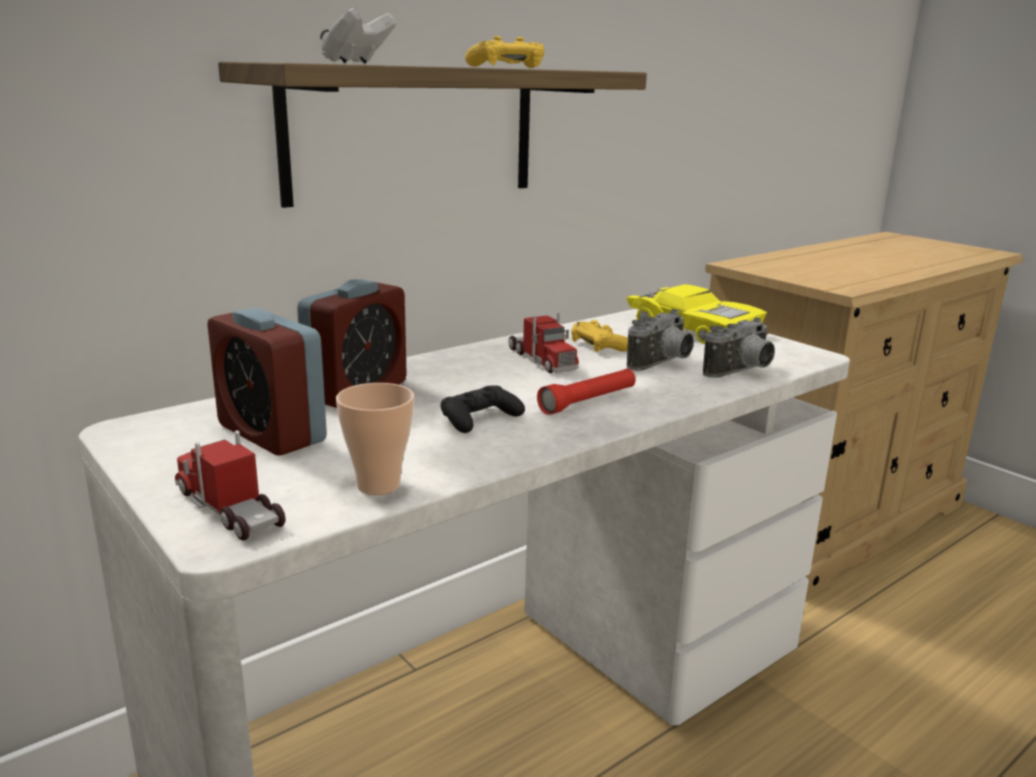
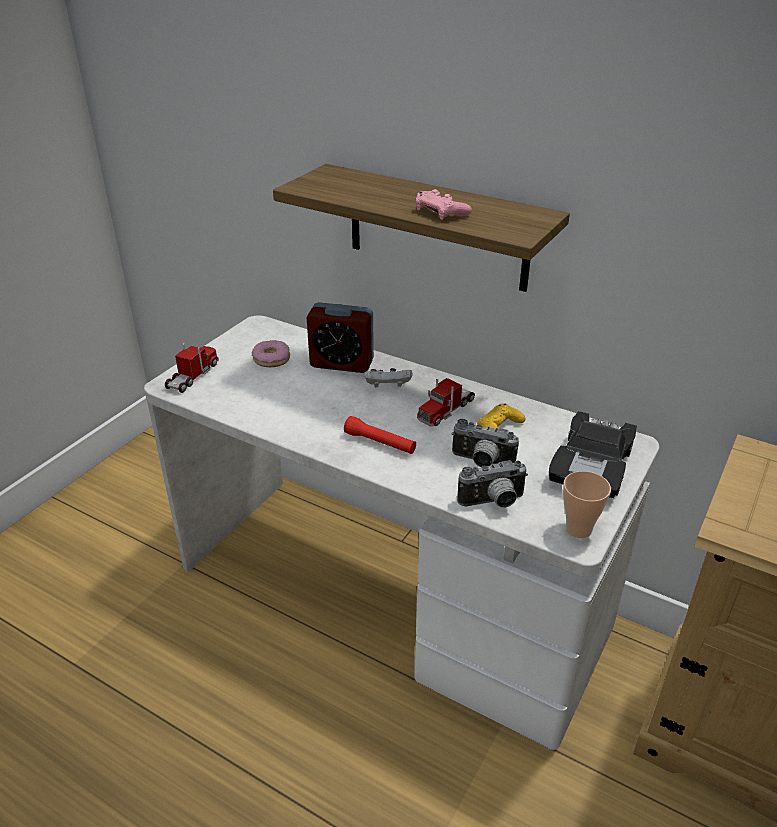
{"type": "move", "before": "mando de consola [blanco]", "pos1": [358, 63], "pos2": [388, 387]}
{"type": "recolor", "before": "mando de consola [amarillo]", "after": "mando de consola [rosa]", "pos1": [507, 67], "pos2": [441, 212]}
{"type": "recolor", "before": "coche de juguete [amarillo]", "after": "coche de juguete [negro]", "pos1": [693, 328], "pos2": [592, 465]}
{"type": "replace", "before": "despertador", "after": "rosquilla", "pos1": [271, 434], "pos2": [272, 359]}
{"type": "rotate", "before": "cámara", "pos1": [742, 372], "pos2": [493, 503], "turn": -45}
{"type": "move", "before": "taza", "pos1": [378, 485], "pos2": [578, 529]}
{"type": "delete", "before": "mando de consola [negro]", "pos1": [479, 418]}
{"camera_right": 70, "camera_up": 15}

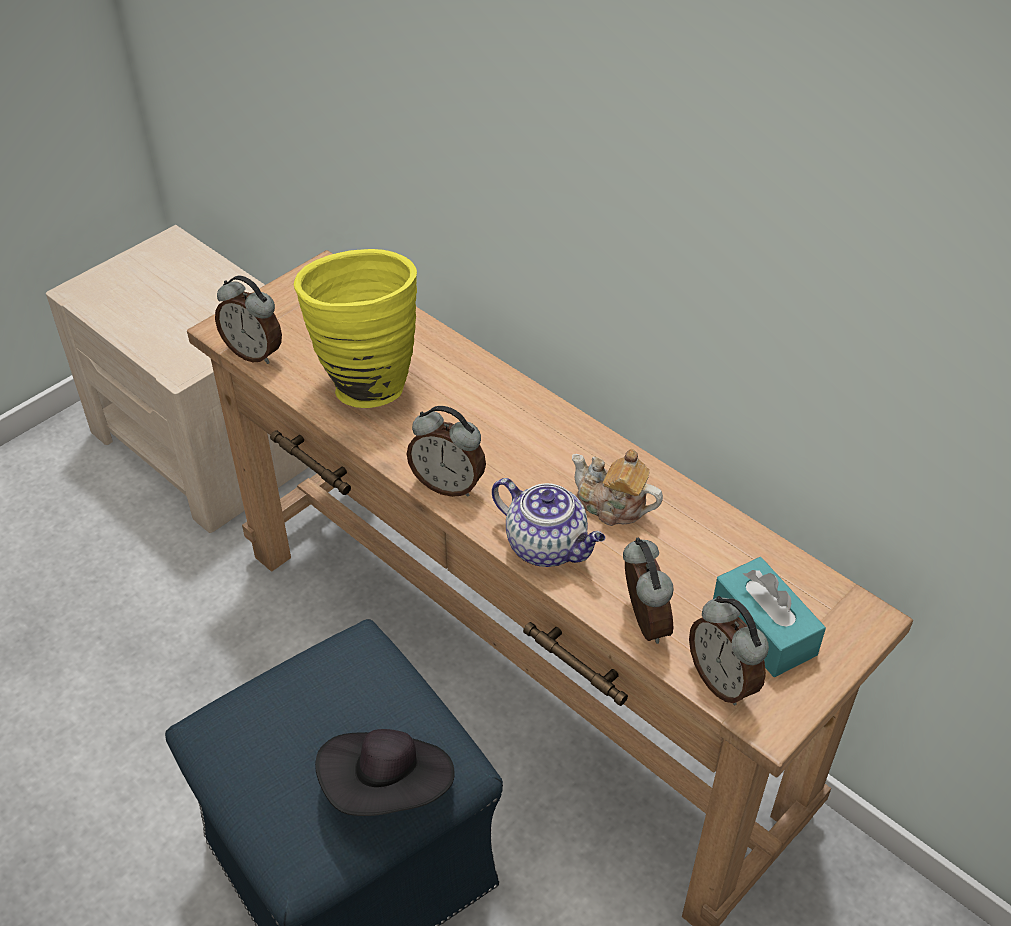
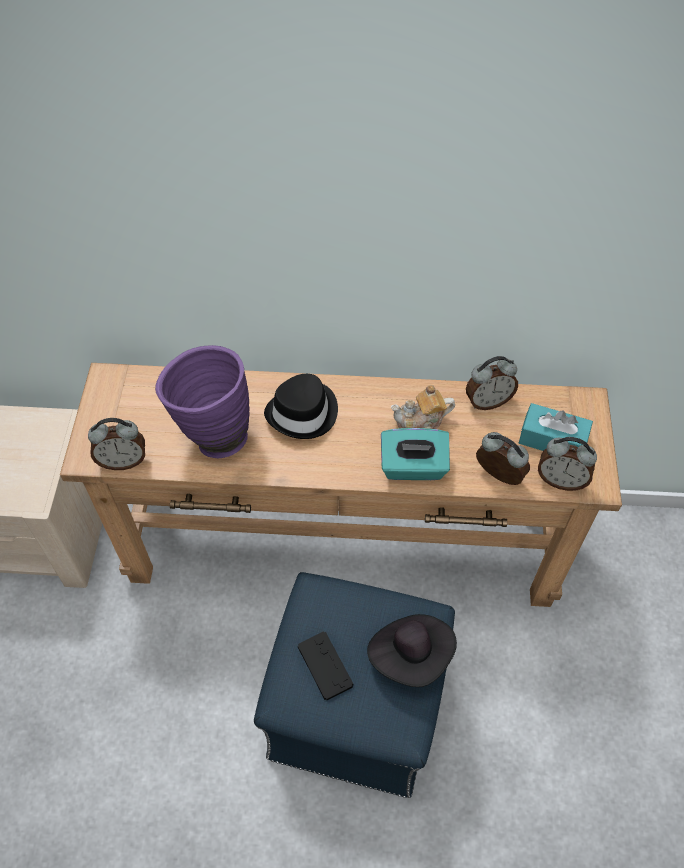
{"type": "recolor", "before": "florero [amarillo]", "after": "florero [morado]", "pos1": [364, 381], "pos2": [212, 436]}
{"type": "move", "before": "despertador", "pos1": [448, 484], "pos2": [487, 401]}
{"type": "replace", "before": "tetera", "after": "caja de pañuelos [turquesa]", "pos1": [548, 547], "pos2": [413, 467]}
{"type": "insert", "after": "sombrero [negro]", "pos2": [303, 413]}
{"type": "insert", "after": "mando de consola [negro]", "pos2": [325, 666]}
{"camera_right": -40, "camera_up": 10}

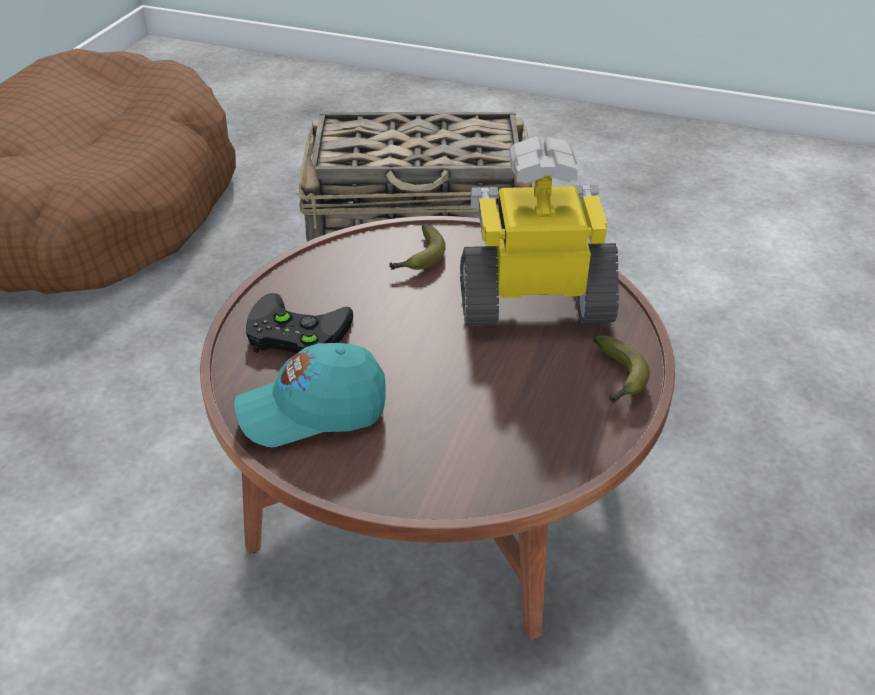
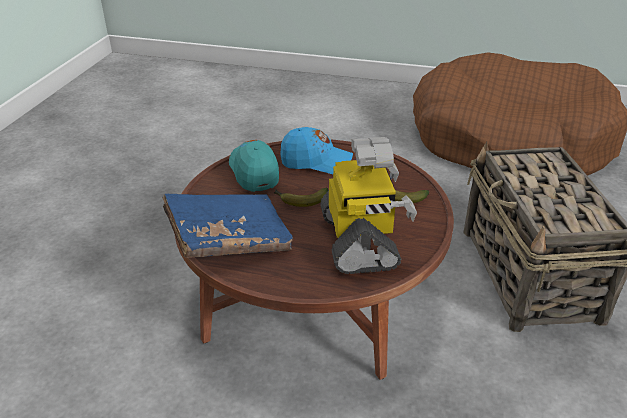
{"type": "replace", "before": "mando de consola [negro]", "after": "gorra [azul]", "pos1": [293, 334], "pos2": [316, 162]}
{"type": "move", "before": "plátano", "pos1": [618, 378], "pos2": [300, 200]}
{"type": "insert", "after": "libro [azul]", "pos2": [229, 240]}
{"camera_right": 85, "camera_up": -5}

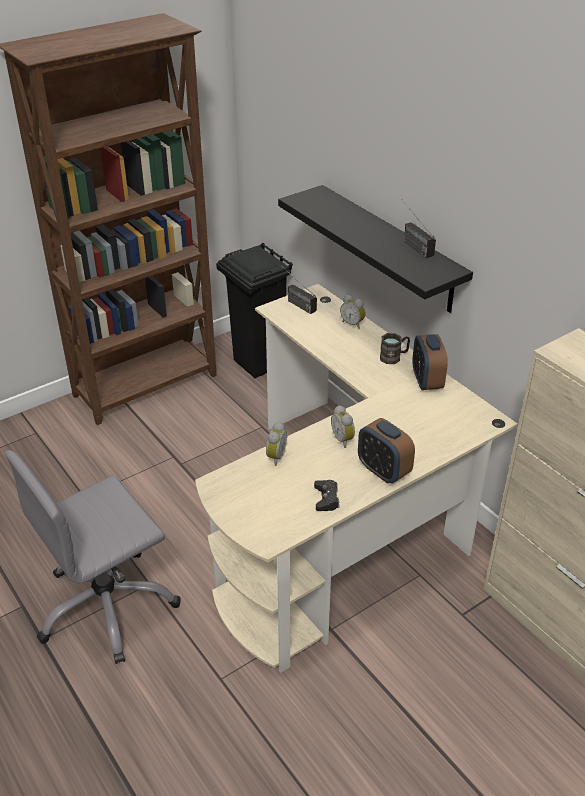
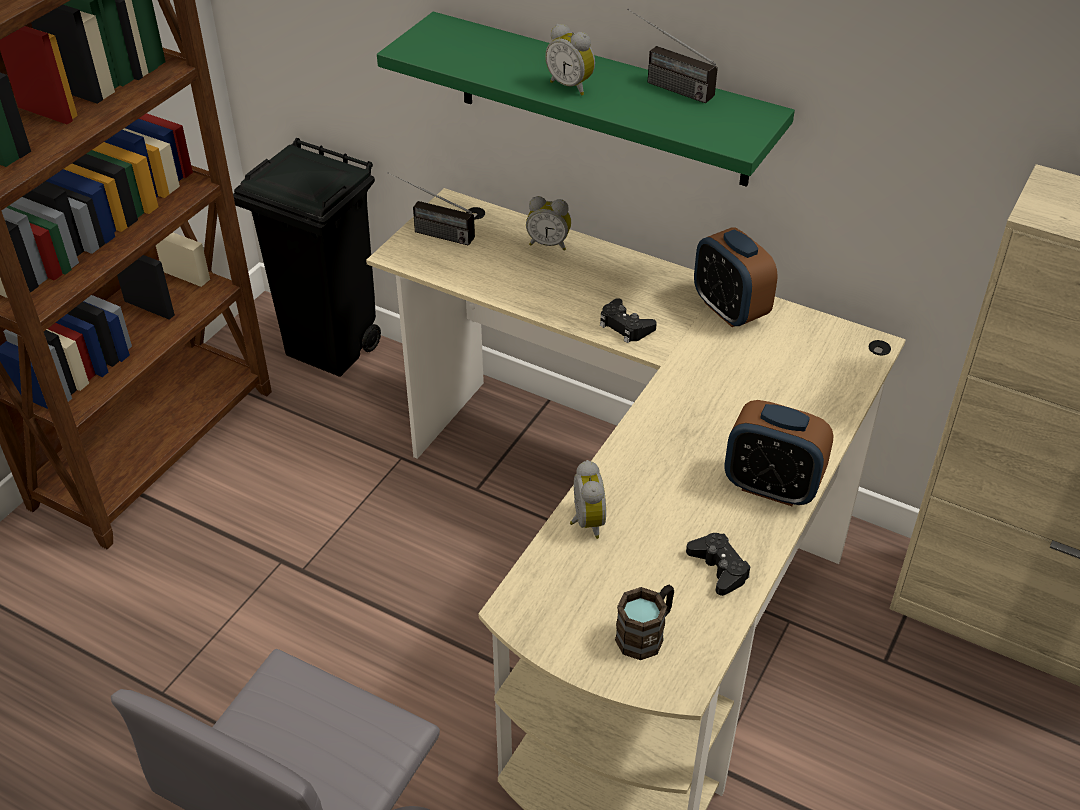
{"type": "recolor", "before": "estante [negro]", "after": "estante [verde]", "pos1": [390, 248], "pos2": [602, 100]}
{"type": "move", "before": "taza grande [marrón]", "pos1": [394, 357], "pos2": [646, 633]}
{"type": "move", "before": "despertador", "pos1": [343, 439], "pos2": [571, 86]}
{"type": "insert", "after": "mando de consola [negro]", "pos2": [625, 326]}
{"camera_right": -25, "camera_up": 5}

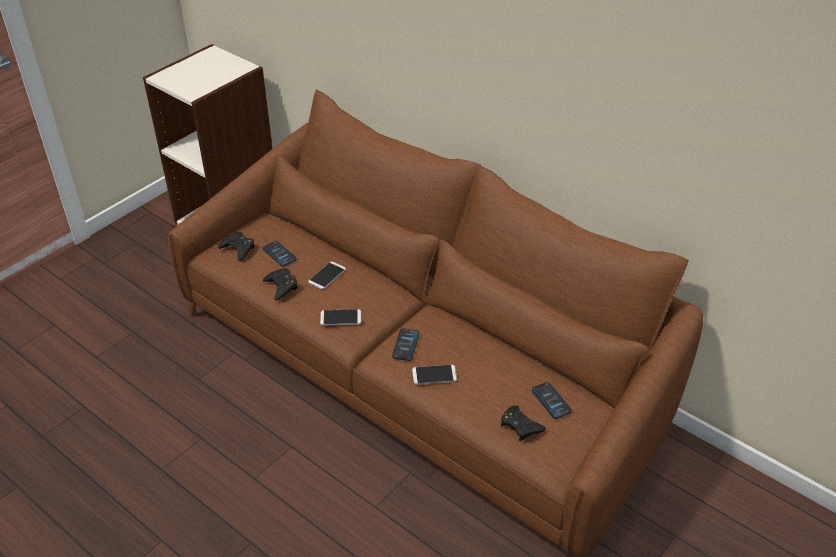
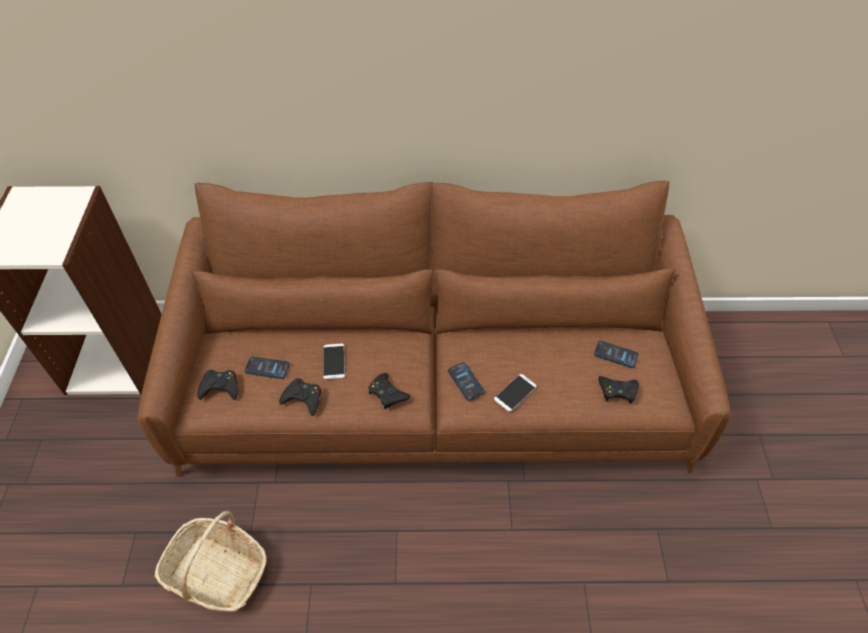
{"type": "replace", "before": "móvil", "after": "mando de consola [negro]", "pos1": [340, 318], "pos2": [387, 393]}
{"type": "insert", "after": "cesta", "pos2": [217, 571]}
{"camera_right": -40, "camera_up": 10}

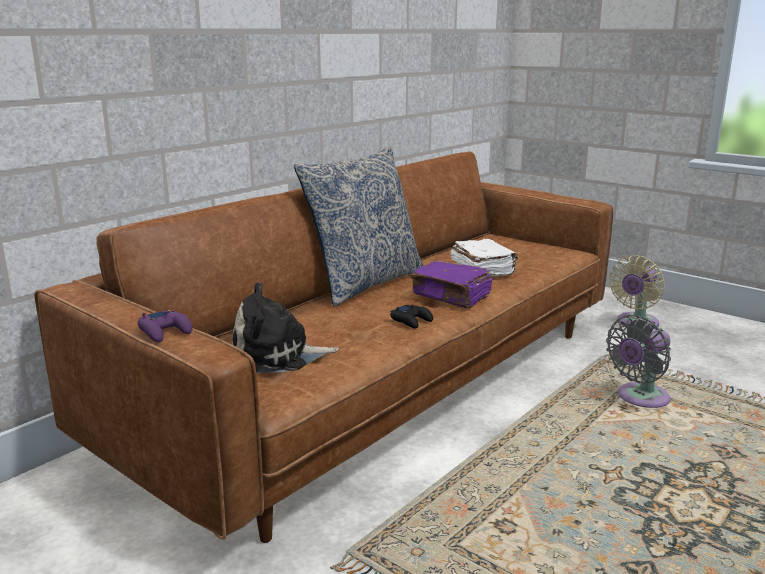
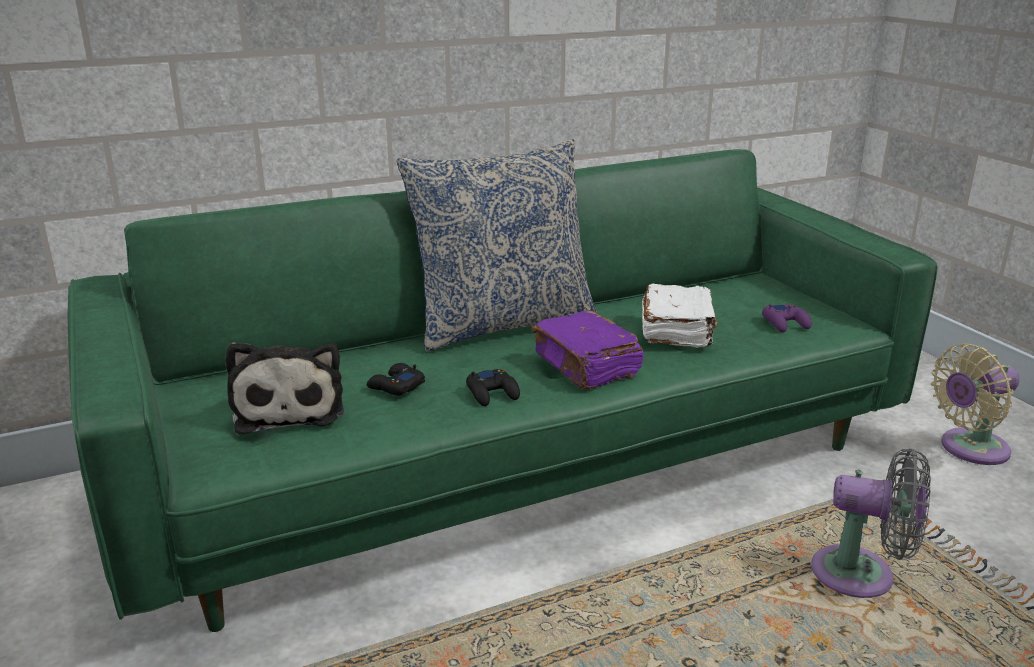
{"type": "recolor", "before": "sofá [marrón]", "after": "sofá [verde]", "pos1": [382, 385], "pos2": [517, 460]}
{"type": "rotate", "before": "peluche", "pos1": [277, 356], "pos2": [289, 408], "turn": -120}
{"type": "move", "before": "mando de consola [morado]", "pos1": [165, 331], "pos2": [785, 323]}
{"type": "rotate", "before": "ventilador [gris]", "pos1": [639, 398], "pos2": [861, 575], "turn": -150}
{"type": "insert", "after": "mando de consola [negro]", "pos2": [396, 386]}
{"camera_right": 25, "camera_up": 5}

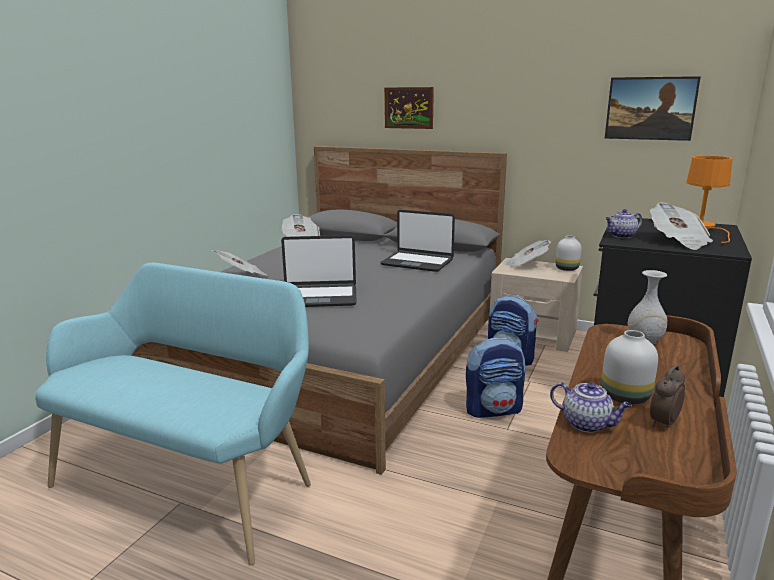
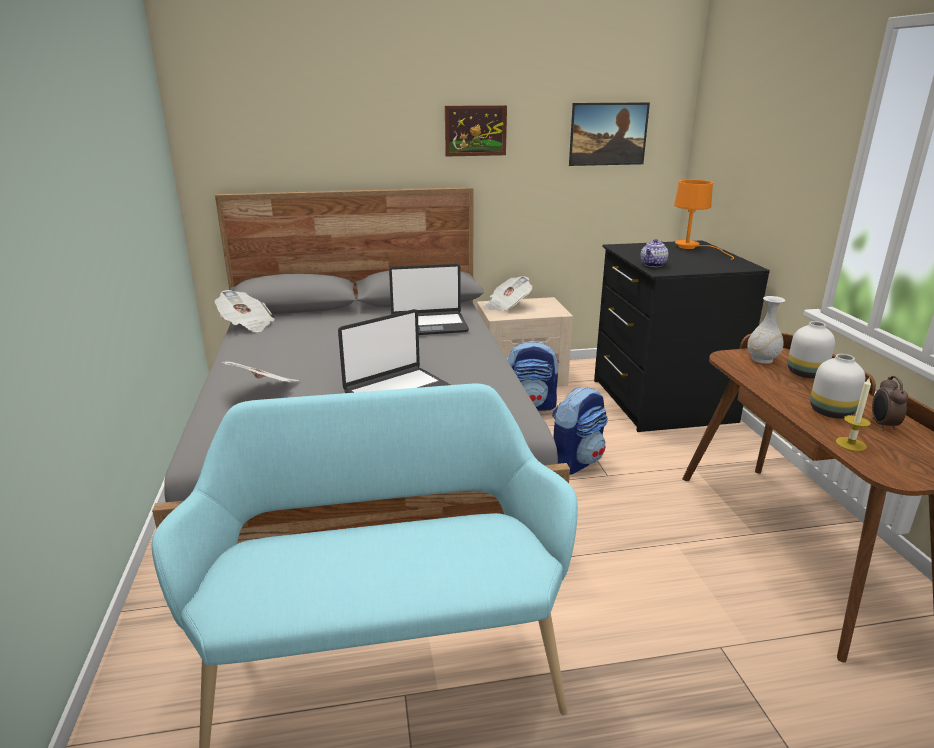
{"type": "move", "before": "cuadro", "pos1": [408, 108], "pos2": [475, 130]}
{"type": "delete", "before": "periódico", "pos1": [678, 242]}
{"type": "move", "before": "florero [blanco]", "pos1": [566, 268], "pos2": [804, 373]}
{"type": "replace", "before": "tetera", "after": "vela", "pos1": [587, 424], "pos2": [850, 444]}
{"camera_right": -35, "camera_up": 5}

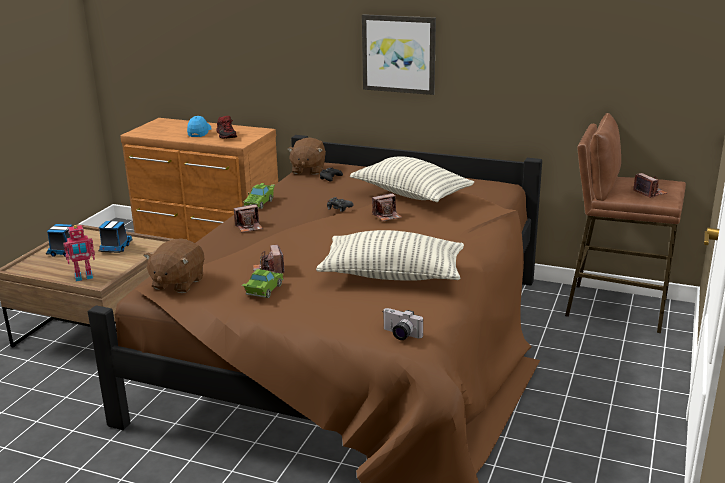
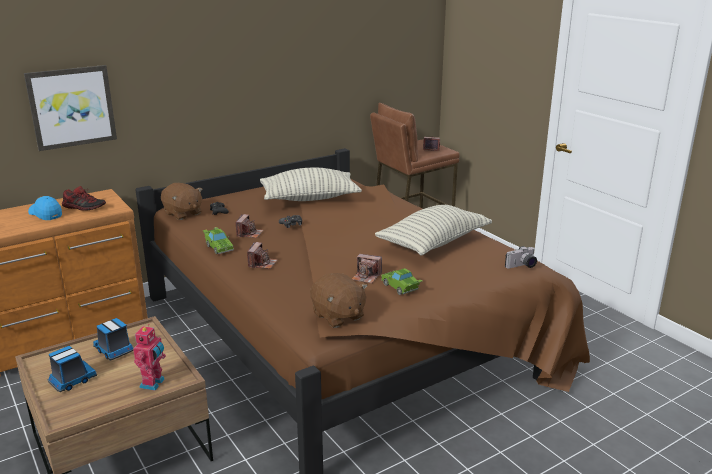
{"type": "move", "before": "cuadro", "pos1": [399, 54], "pos2": [71, 107]}
{"type": "move", "before": "cámara", "pos1": [387, 216], "pos2": [249, 234]}
{"camera_right": -55, "camera_up": 0}

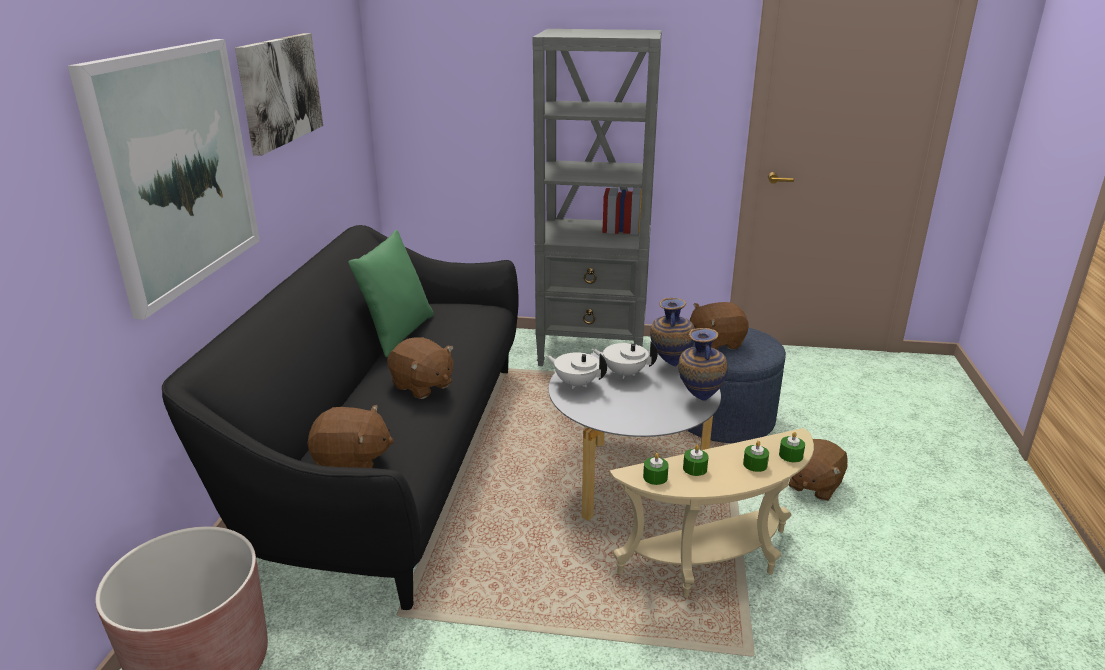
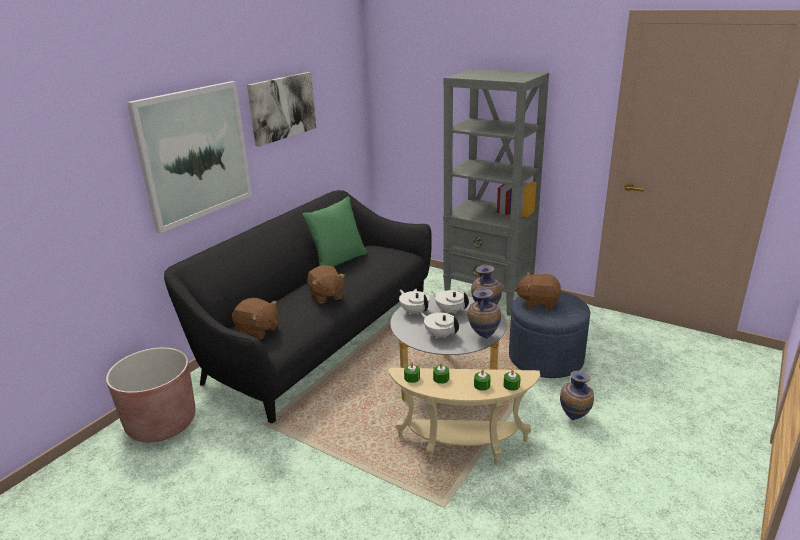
{"type": "replace", "before": "peluche [marrón]", "after": "florero", "pos1": [814, 485], "pos2": [574, 418]}
{"type": "insert", "after": "tetera [blanco]", "pos2": [440, 335]}
{"camera_right": 25, "camera_up": 0}

